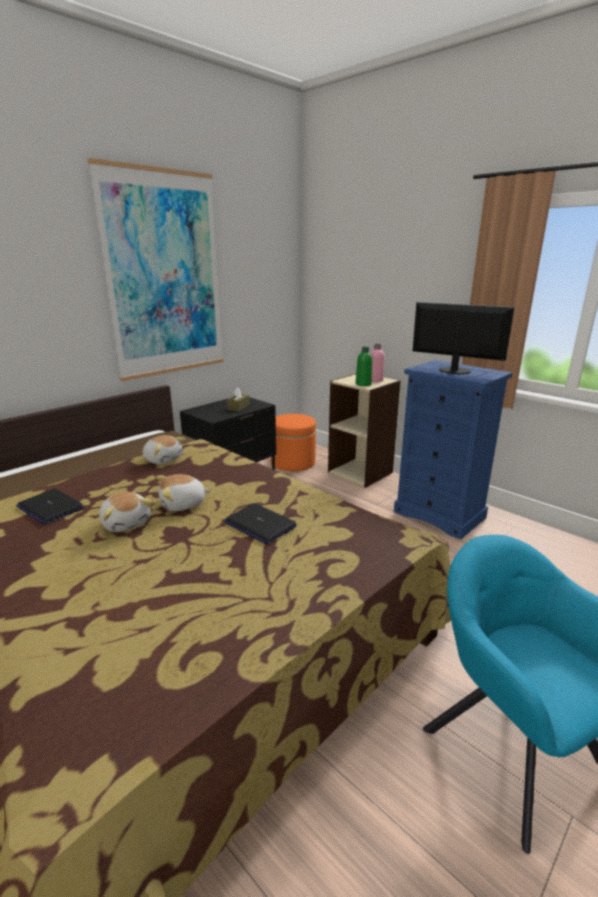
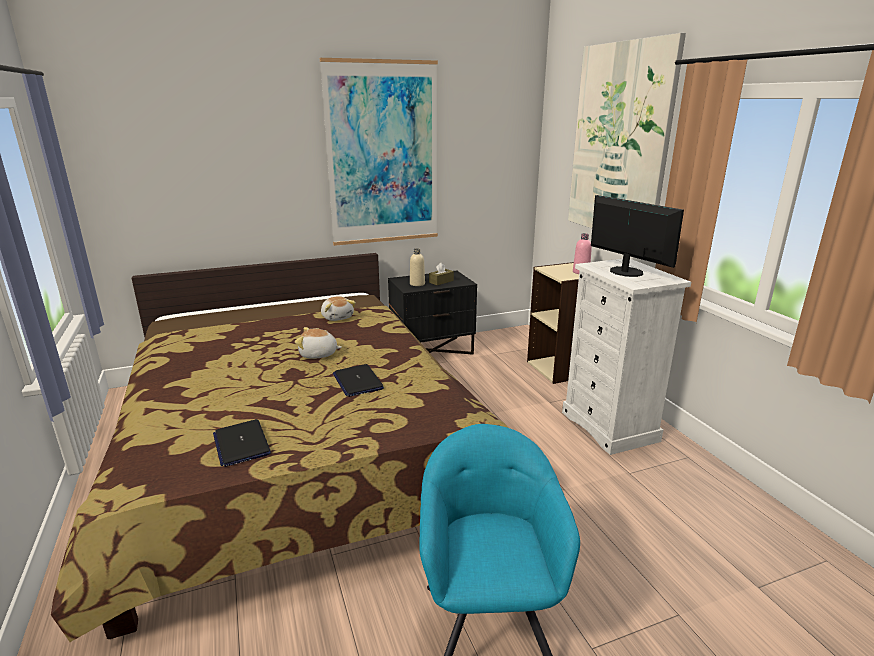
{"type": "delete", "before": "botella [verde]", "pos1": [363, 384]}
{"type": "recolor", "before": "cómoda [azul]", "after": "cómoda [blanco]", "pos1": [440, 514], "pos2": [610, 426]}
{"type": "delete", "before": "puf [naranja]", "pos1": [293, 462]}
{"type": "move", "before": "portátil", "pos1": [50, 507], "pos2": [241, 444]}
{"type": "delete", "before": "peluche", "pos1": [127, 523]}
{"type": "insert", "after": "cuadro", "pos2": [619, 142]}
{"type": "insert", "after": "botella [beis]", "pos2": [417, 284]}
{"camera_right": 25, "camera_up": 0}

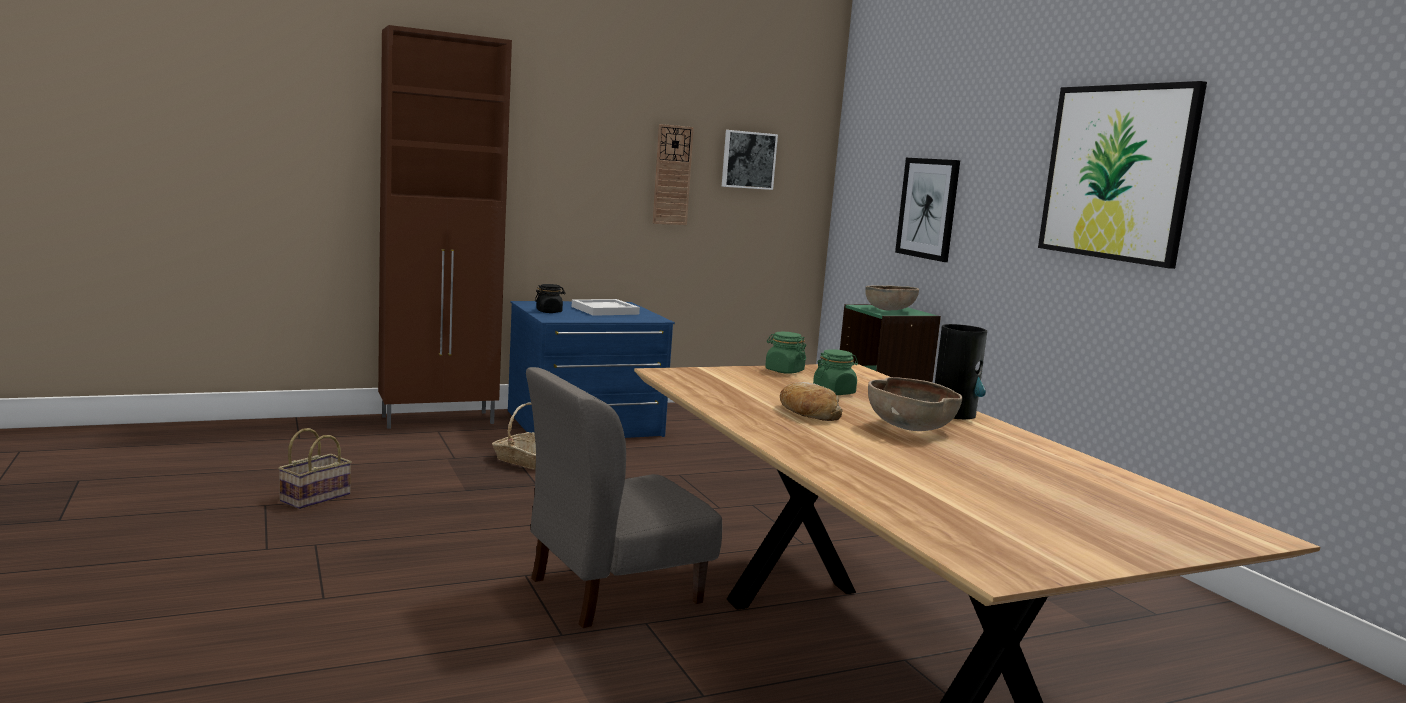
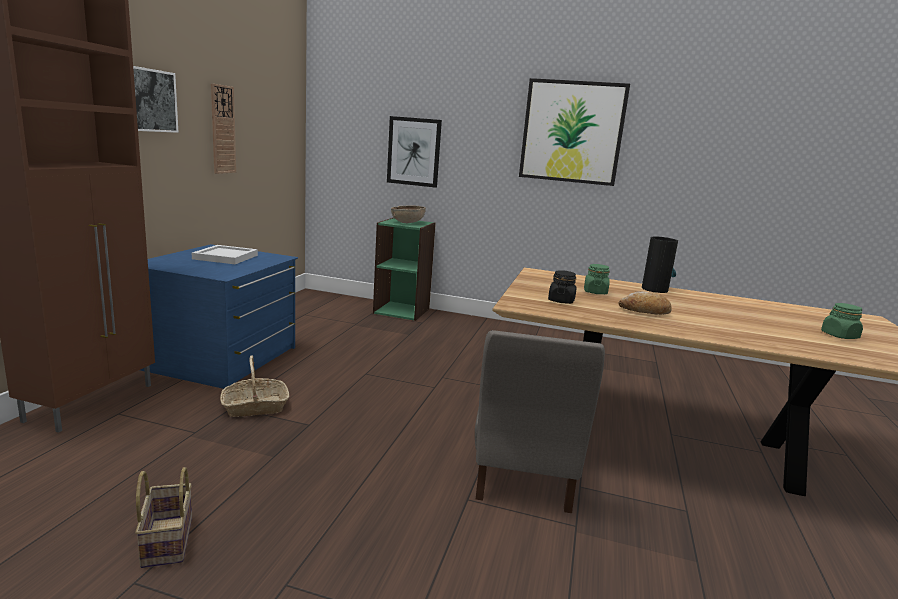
{"type": "move", "before": "cuadro", "pos1": [748, 160], "pos2": [149, 100]}
{"type": "move", "before": "tarro [negro]", "pos1": [549, 312], "pos2": [561, 301]}
{"type": "move", "before": "tarro [verde]", "pos1": [784, 371], "pos2": [839, 336]}
{"type": "delete", "before": "cuenco [marrón]", "pos1": [909, 429]}
{"camera_right": -50, "camera_up": 5}

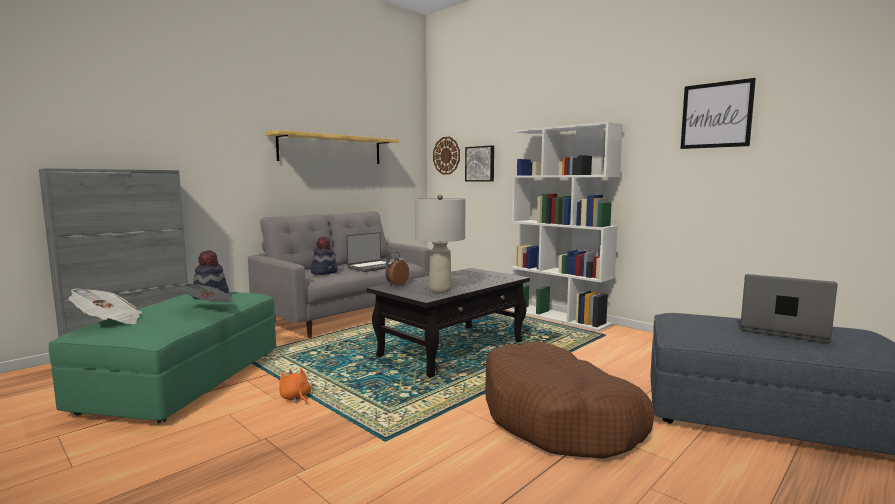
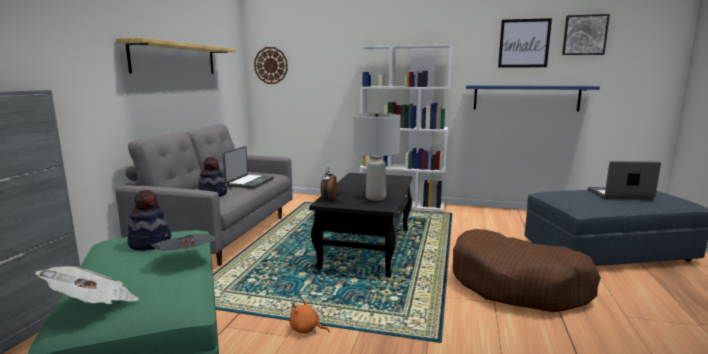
{"type": "move", "before": "cuadro", "pos1": [480, 164], "pos2": [584, 35]}
{"type": "insert", "after": "estante [azul]", "pos2": [525, 98]}
{"camera_right": -30, "camera_up": 5}

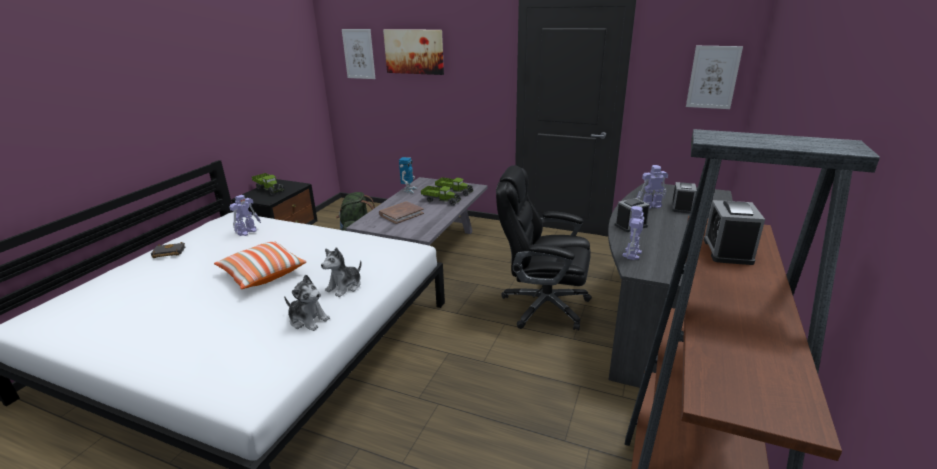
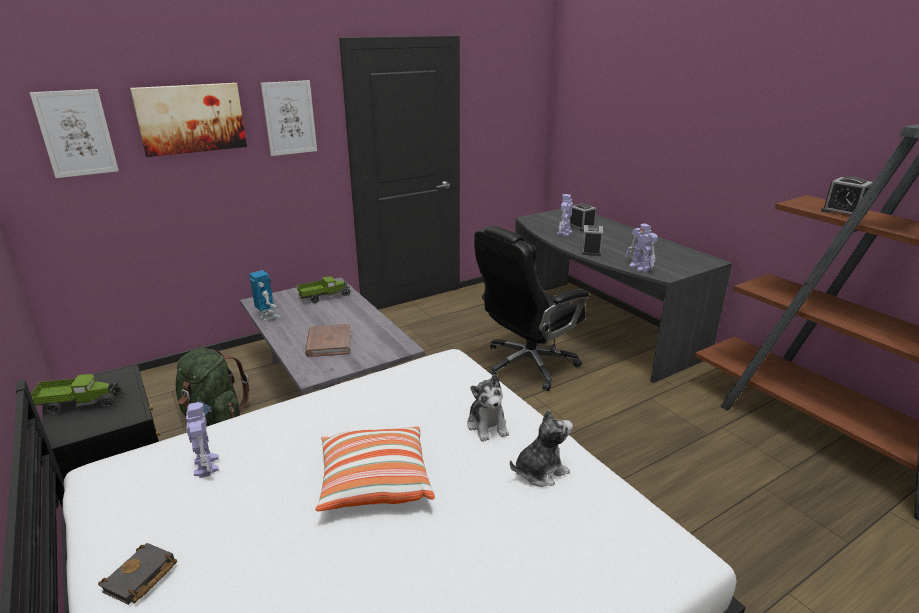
{"type": "move", "before": "cuadro", "pos1": [713, 77], "pos2": [289, 118]}
{"type": "delete", "before": "camión de juguete", "pos1": [441, 201]}
{"camera_right": -55, "camera_up": 0}

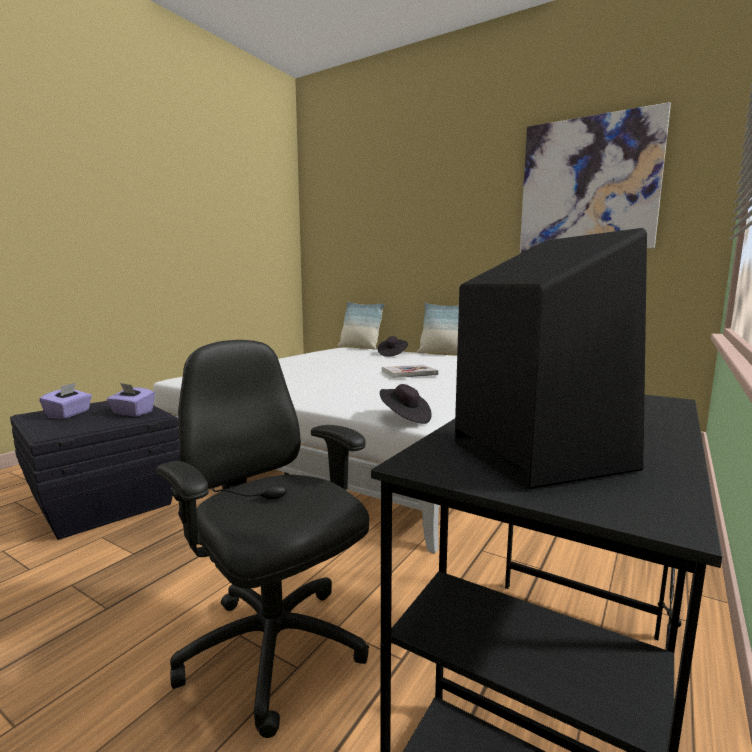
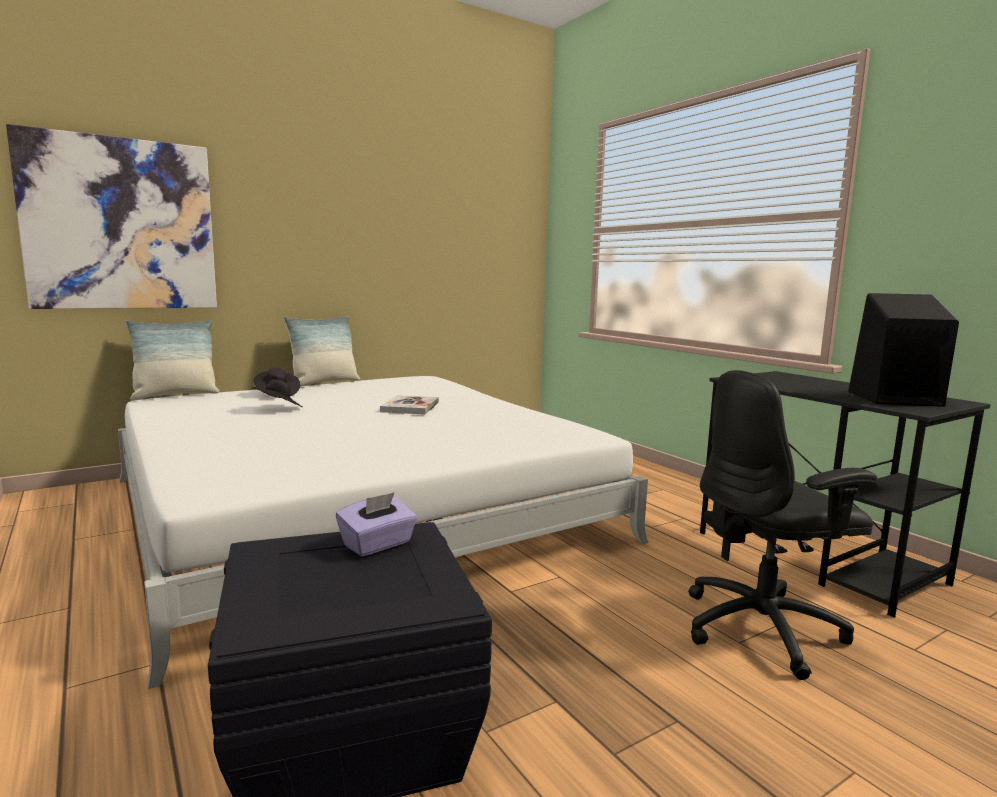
{"type": "move", "before": "cuadro", "pos1": [588, 185], "pos2": [121, 224]}
{"type": "delete", "before": "caja de pañuelos [morado]", "pos1": [69, 414]}
{"type": "move", "before": "sombrero [negro]", "pos1": [405, 418], "pos2": [278, 408]}
{"camera_right": -65, "camera_up": 0}

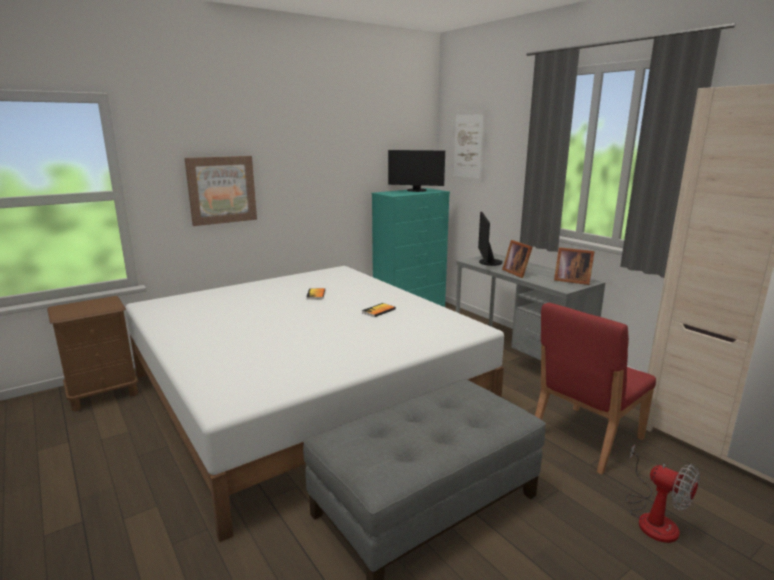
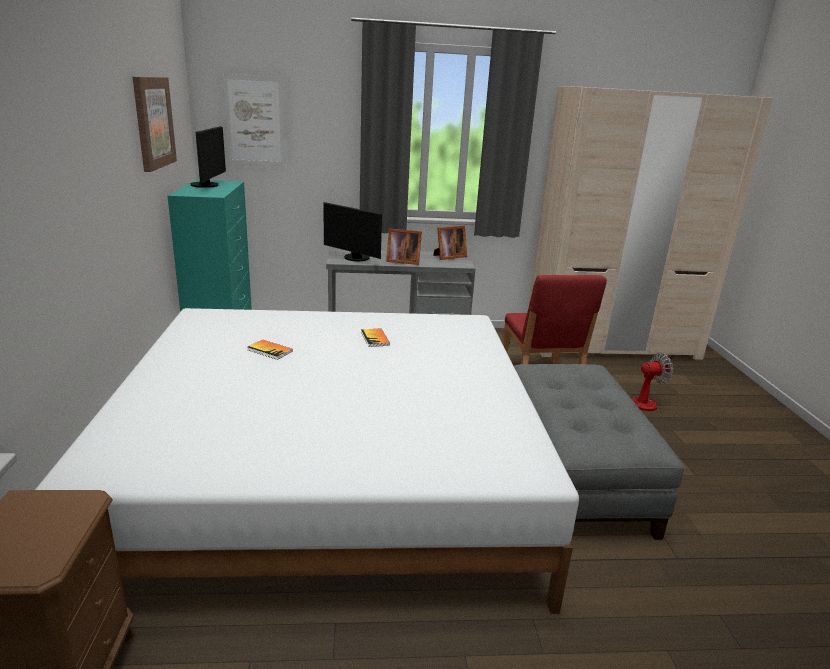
{"type": "rotate", "before": "monitor", "pos1": [416, 190], "pos2": [207, 185], "turn": -45}
{"type": "move", "before": "cuadro", "pos1": [221, 190], "pos2": [153, 122]}
{"camera_right": -60, "camera_up": 5}

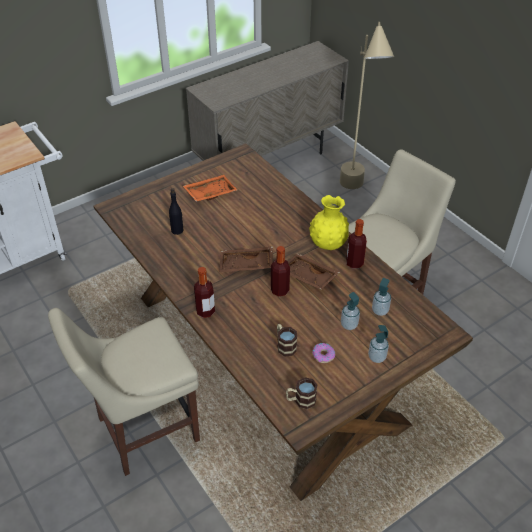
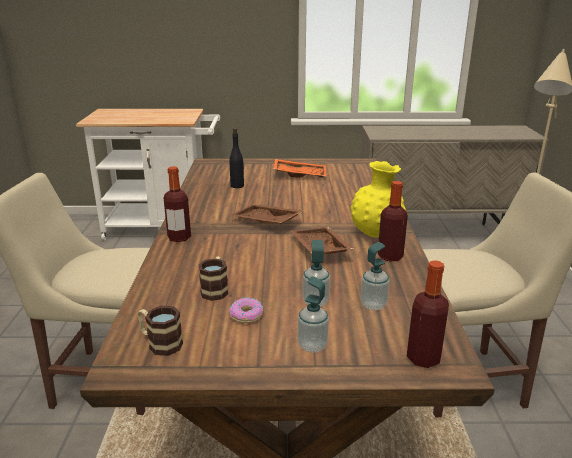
{"type": "move", "before": "botella", "pos1": [279, 290], "pos2": [423, 358]}
{"camera_right": 35, "camera_up": -20}

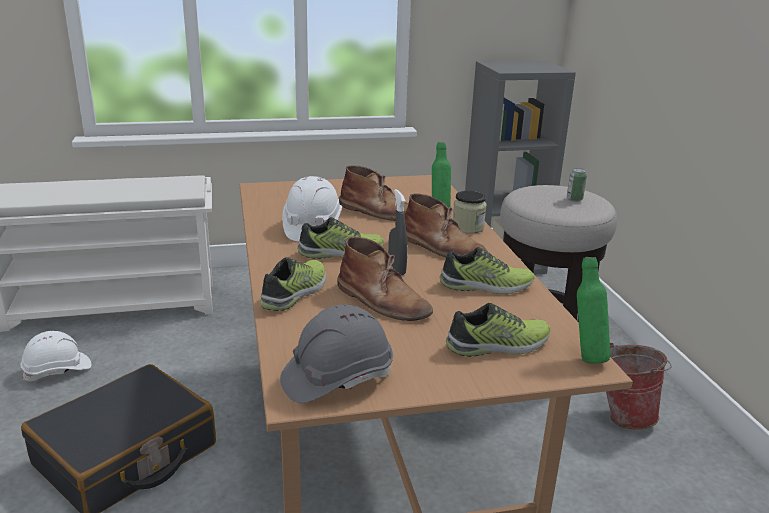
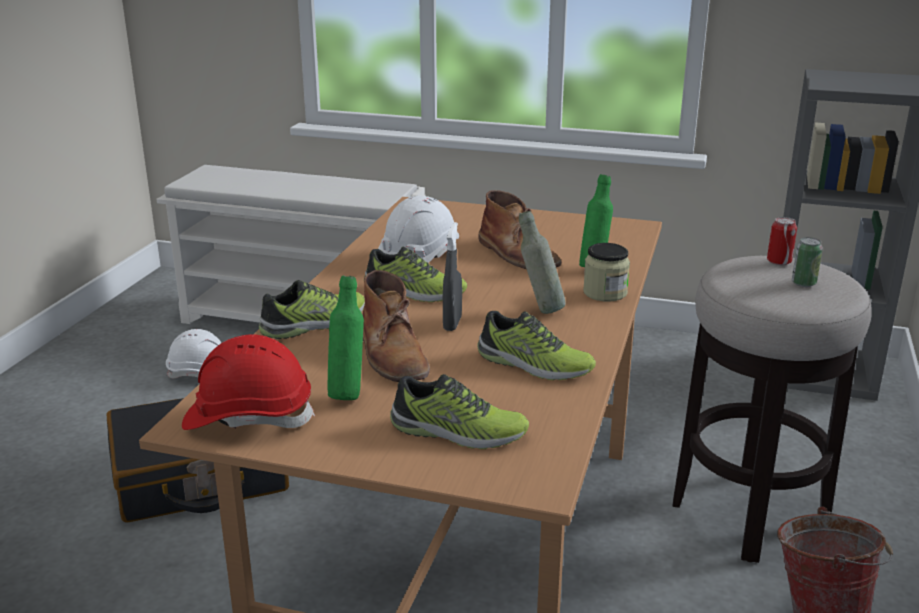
{"type": "replace", "before": "bota [marrón]", "after": "botella [gris]", "pos1": [442, 247], "pos2": [540, 310]}
{"type": "move", "before": "botella [verde]", "pos1": [586, 356], "pos2": [347, 393]}
{"type": "recolor", "before": "casco [gris]", "after": "casco [rojo]", "pos1": [337, 378], "pos2": [248, 417]}
{"type": "insert", "after": "lata", "pos2": [779, 262]}
{"camera_right": 30, "camera_up": 0}

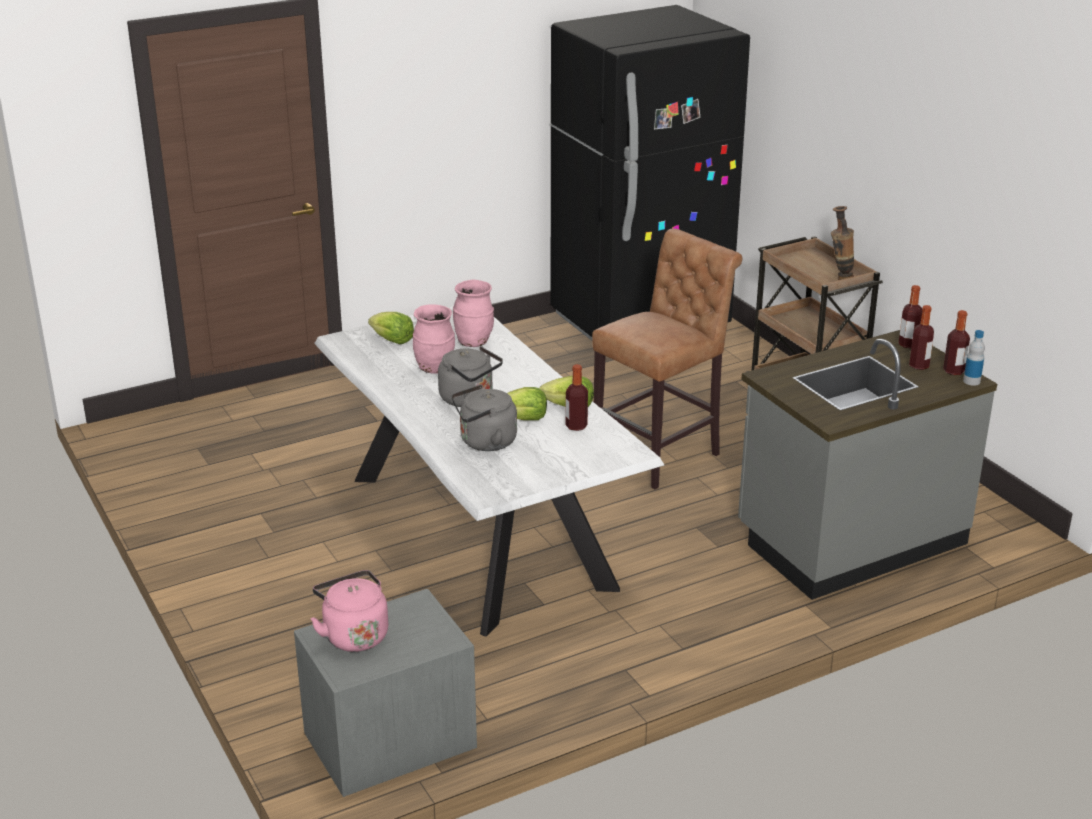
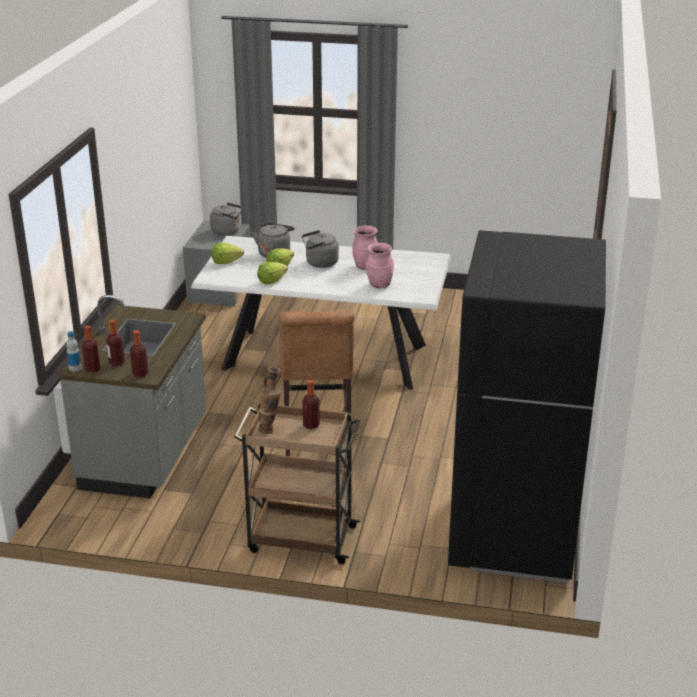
{"type": "move", "before": "lechuga", "pos1": [392, 340], "pos2": [226, 262]}
{"type": "move", "before": "botella", "pos1": [576, 426], "pos2": [311, 425]}
{"type": "recolor", "before": "hervidor [rosa]", "after": "hervidor [gris]", "pos1": [353, 635], "pos2": [227, 231]}
{"camera_right": 130, "camera_up": 0}

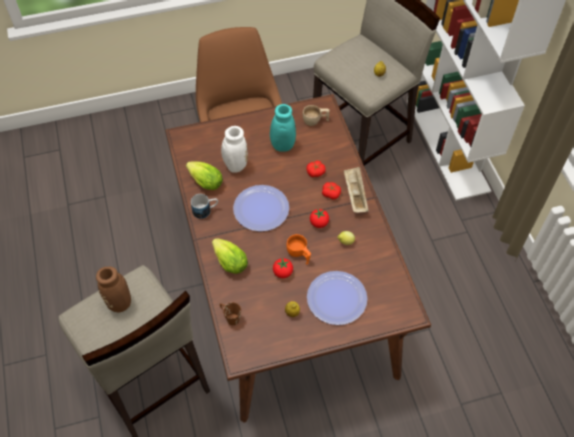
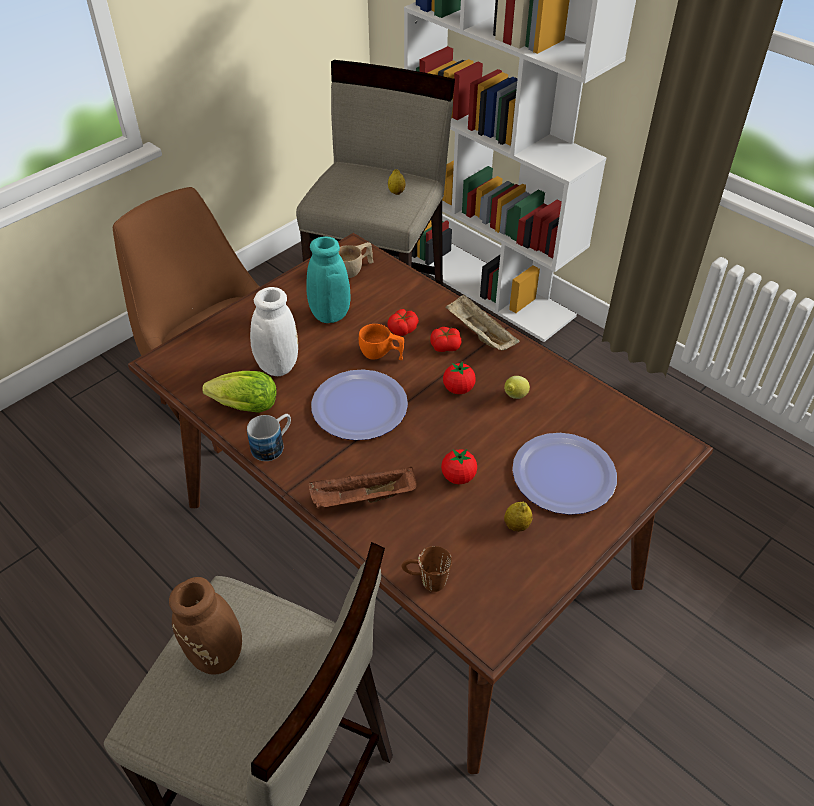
{"type": "move", "before": "taza [naranja]", "pos1": [299, 254], "pos2": [381, 355]}
{"type": "replace", "before": "lechuga", "after": "bandeja [marrón]", "pos1": [228, 261], "pos2": [362, 499]}
{"camera_right": -30, "camera_up": -10}

